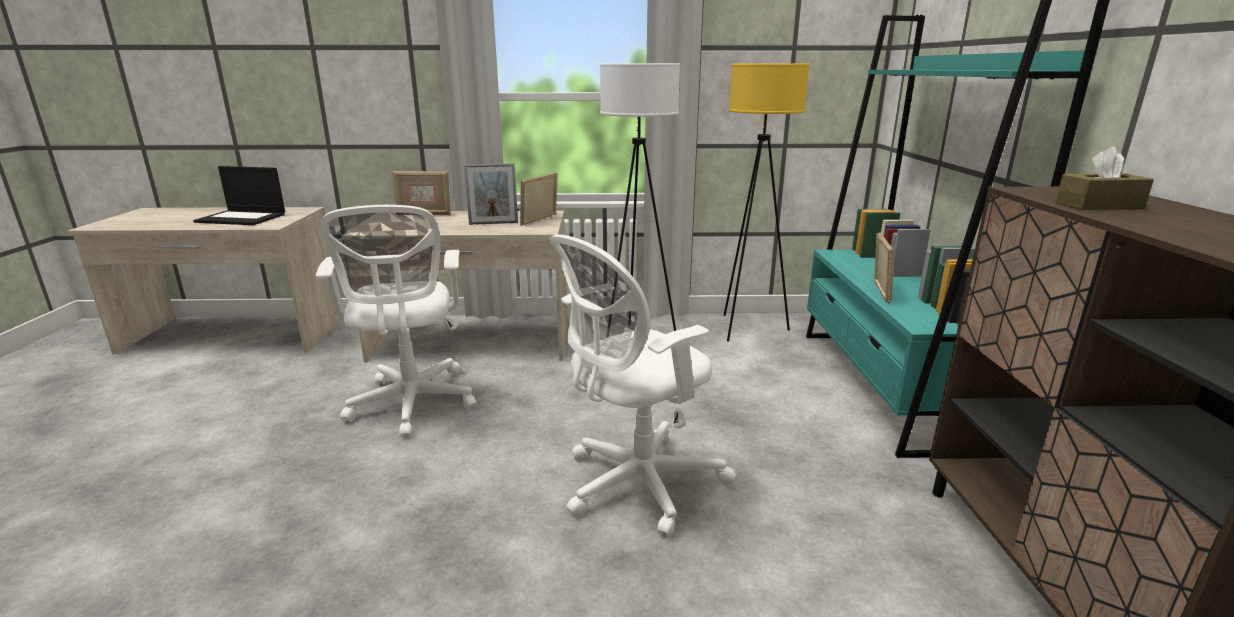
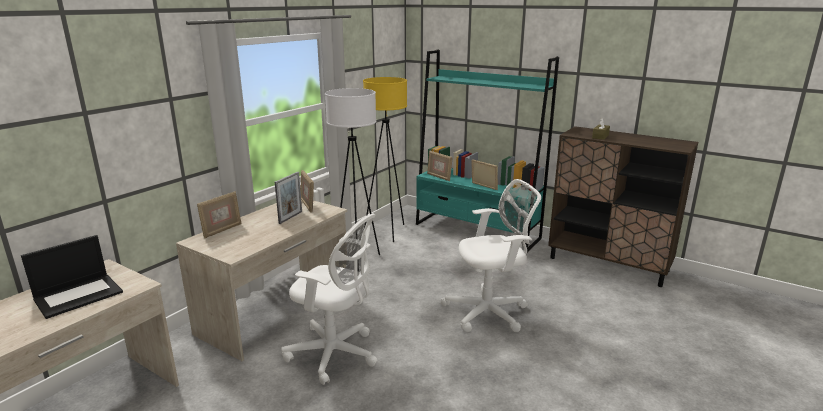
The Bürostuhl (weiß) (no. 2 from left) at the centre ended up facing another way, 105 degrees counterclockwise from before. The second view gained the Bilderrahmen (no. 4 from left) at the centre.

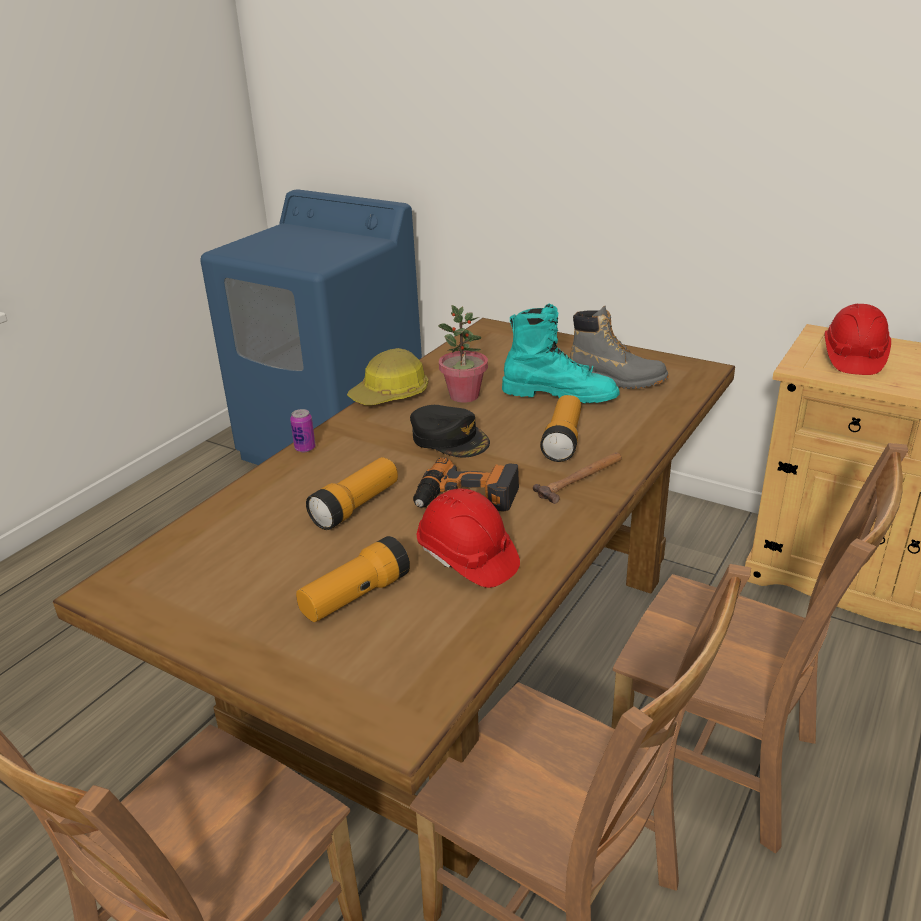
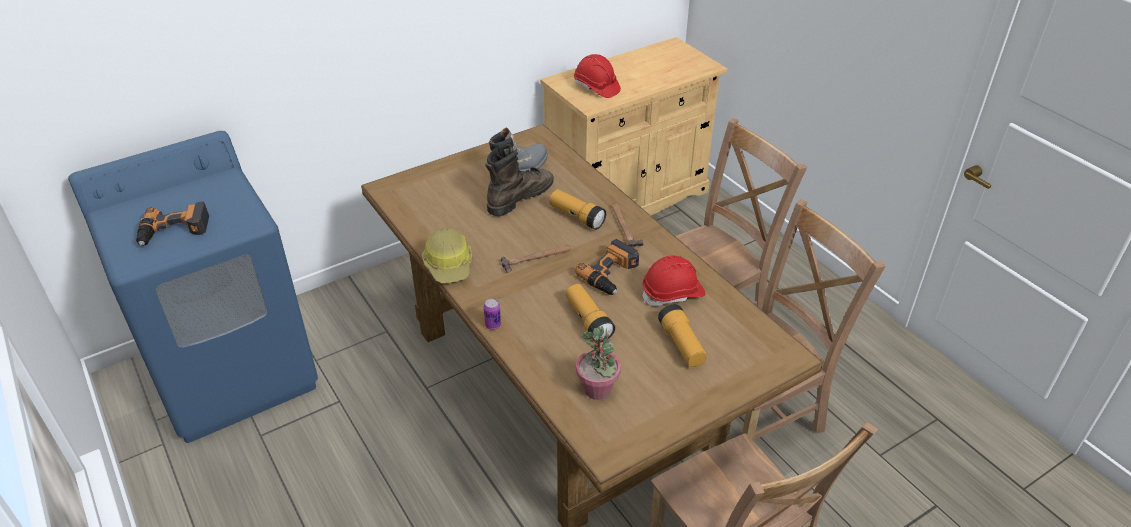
What was the Stiefel (türkis) at the centre turned into the Stiefel (braun) at the centre. The Topfpflanze ended up elsewhere, having gone from the centre to the bottom centre. Where the Kappe (schwarz) stood at the centre, the Hammer (no. 1 from left) came to stand at the centre. The second view gained the Bohrmaschine (no. 1 from left) at the middle left.

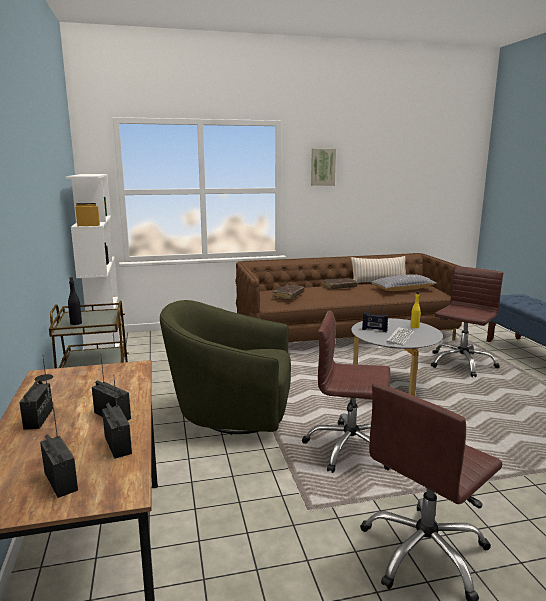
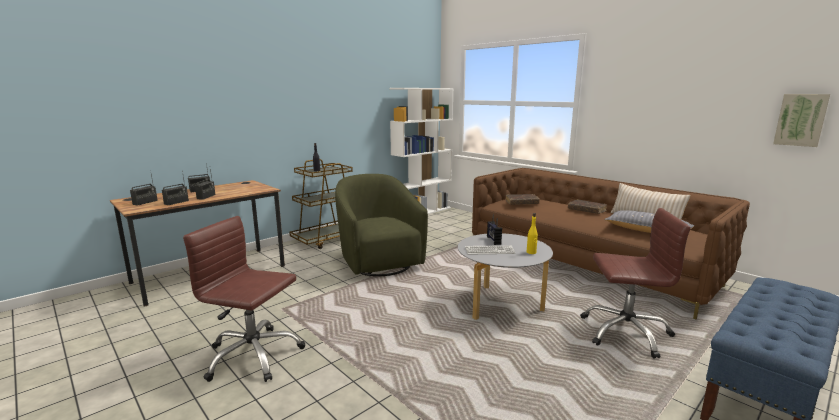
The Bild ended up elsewhere, having gone from the top centre to the top right. The second view lost the Bürostuhl (braun) (no. 1 from left) at the centre.

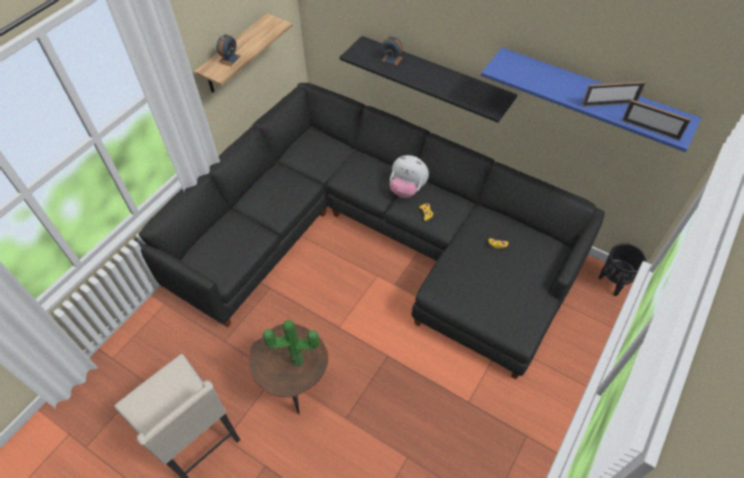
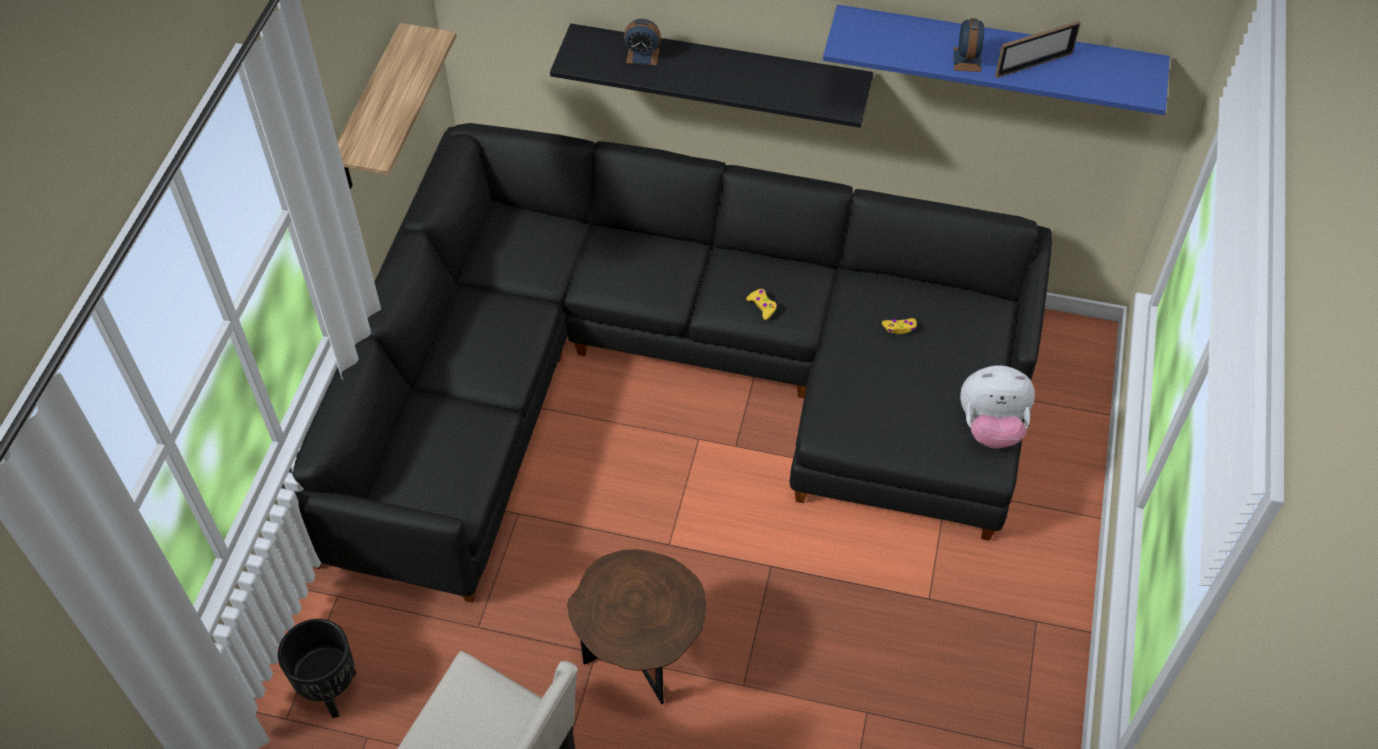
The Wecker (no. 1 from left in the first image) ended up elsewhere, having gone from the top left to the top right. The second view lost the Bilderrahmen (no. 2 from left) at the top right. The Plüschtier ended up elsewhere, having gone from the centre to the middle right. The Pflanzkübel (schwarz) ended up elsewhere, having gone from the middle right to the bottom left. The second view lost the Topfpflanze at the bottom centre.

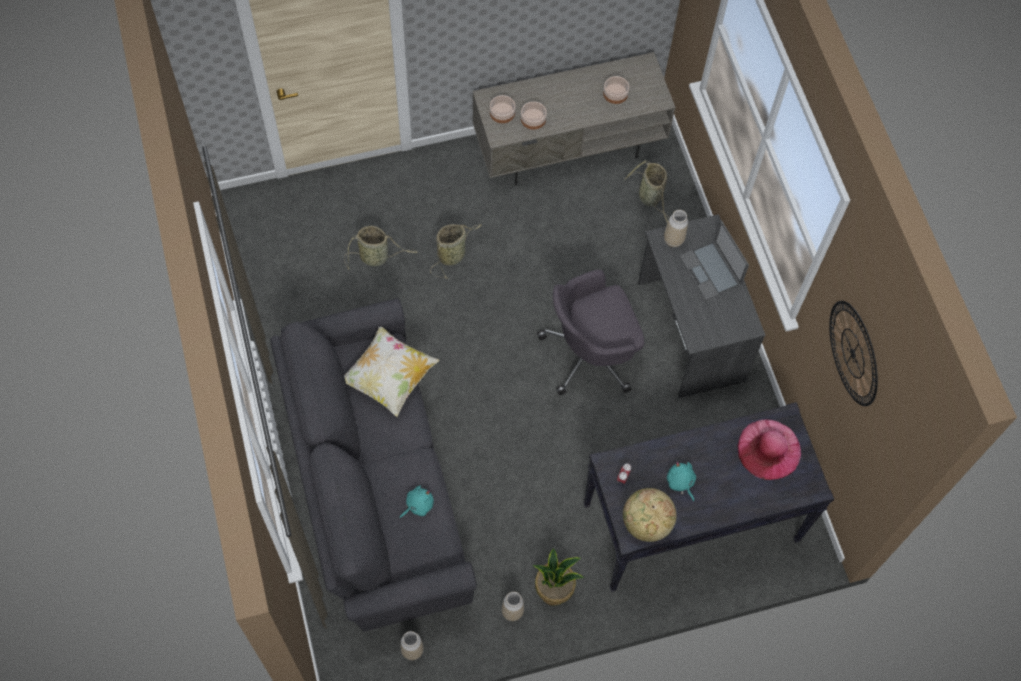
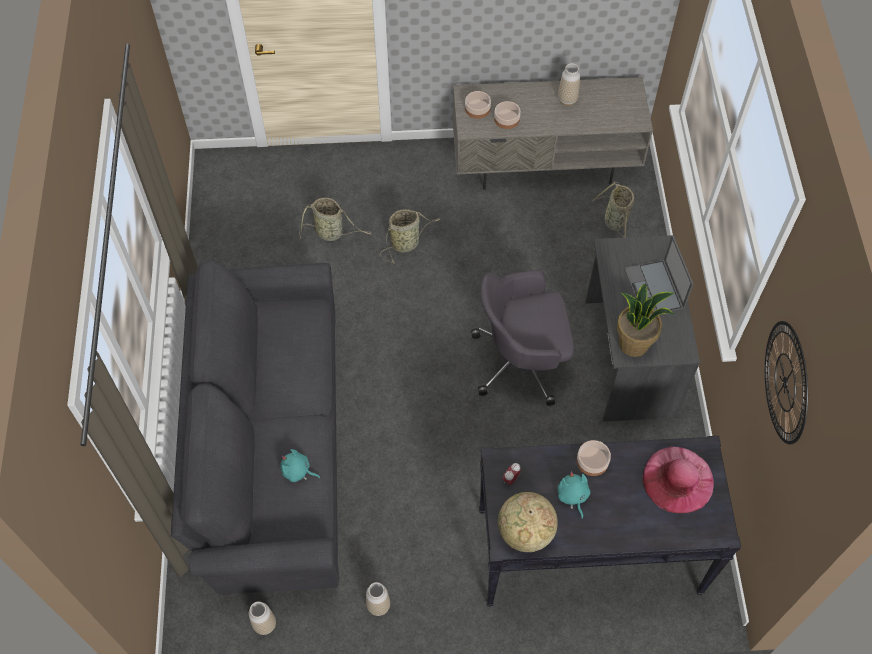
The Schüssel (no. 3 from left) ended up elsewhere, having gone from the top centre to the bottom right. The Vase (no. 3 from left) ended up elsewhere, having gone from the centre to the top centre. The second view lost the Kissen at the centre. The Plüschtier (türkis) (no. 1 from left) at the bottom centre ended up facing another way, 135 degrees counterclockwise from before. The Topfpflanze ended up elsewhere, having gone from the bottom centre to the middle right.

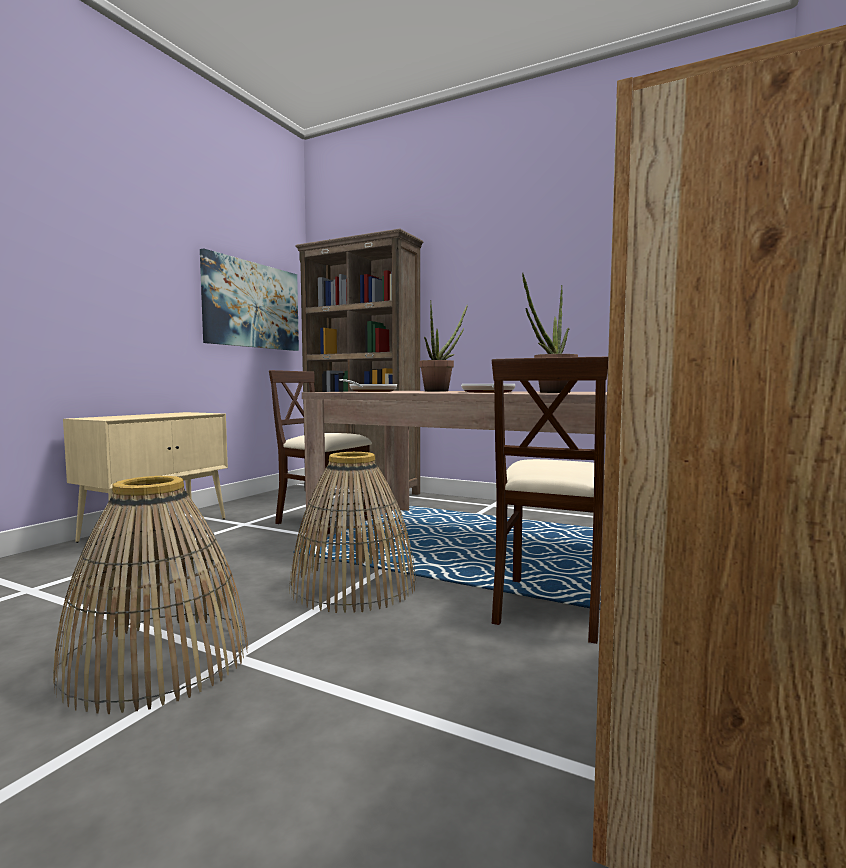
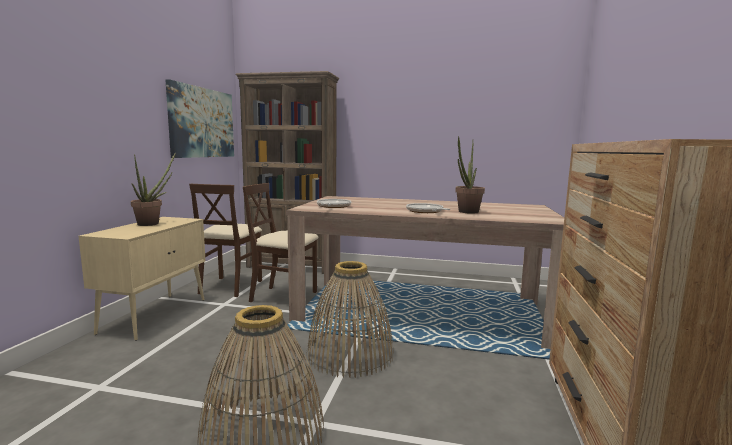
The Topfpflanze (no. 1 from left) ended up elsewhere, having gone from the centre to the middle left. The Stuhl (beige) (no. 2 from left in the first image) ended up elsewhere, having gone from the centre to the middle left.

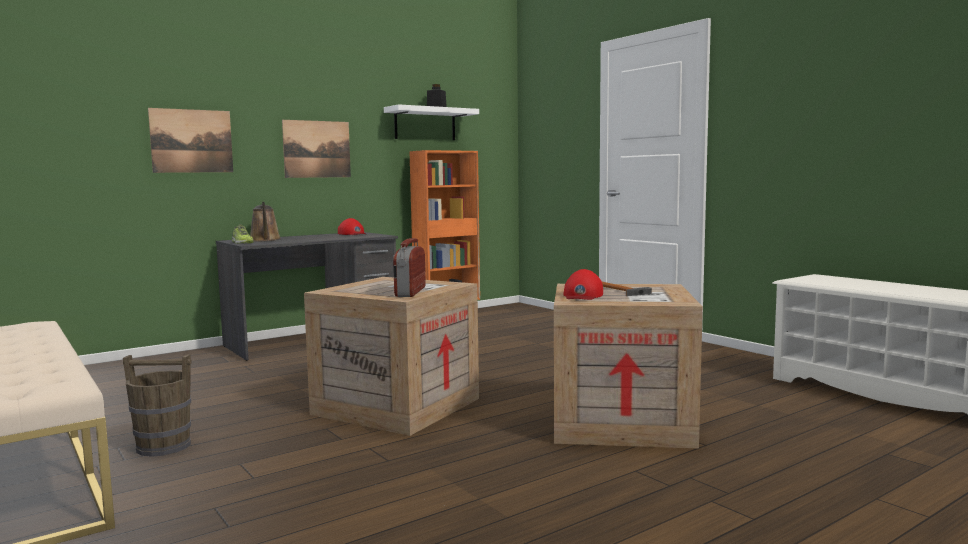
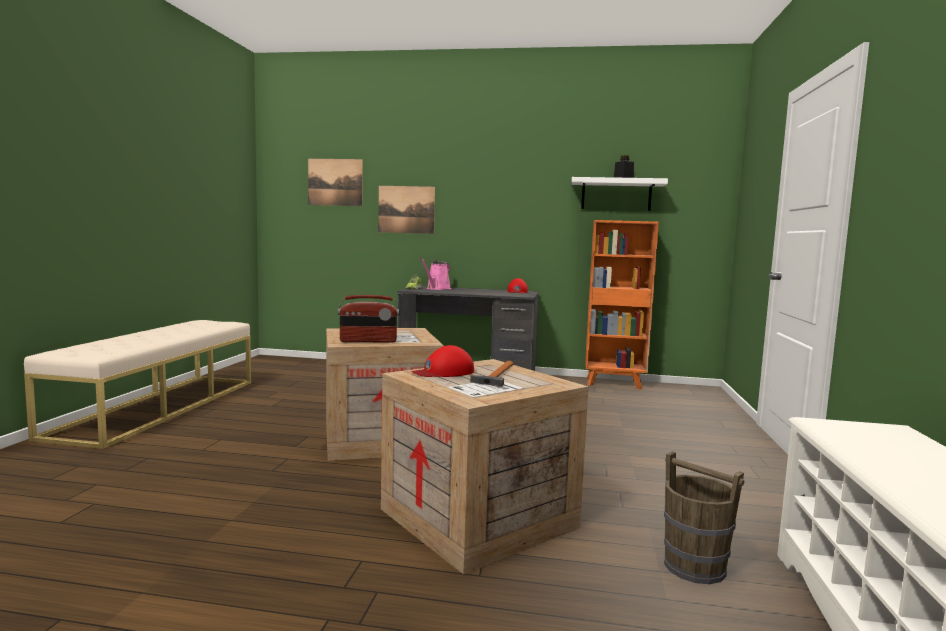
The Bild (no. 2 from left in the first image) ended up elsewhere, having gone from the top left to the top centre. What was the Gießkanne (braun) at the middle left turned into the Gießkanne (rosa) at the centre. The Radio at the centre ended up facing another way, 150 degrees counterclockwise from before. The Eimer (braun) ended up elsewhere, having gone from the bottom left to the bottom right.

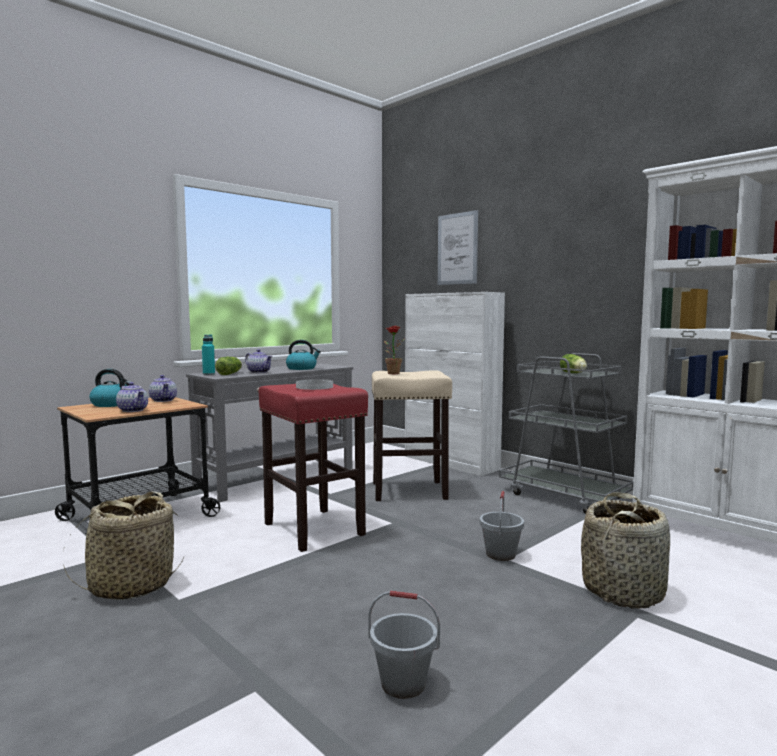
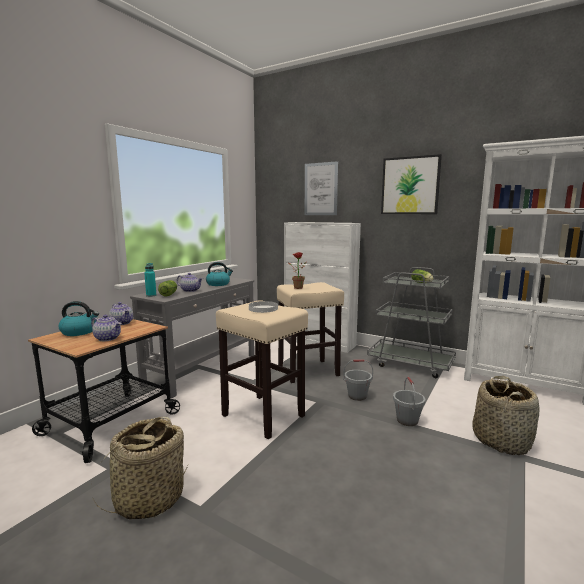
What was the Hocker (rot) at the centre turned into the Hocker (beige) (no. 1 from left) at the centre. The Eimer (grau) (no. 1 from left) ended up elsewhere, having gone from the bottom centre to the centre. The second view gained the Bild (no. 2 from left) at the top right.

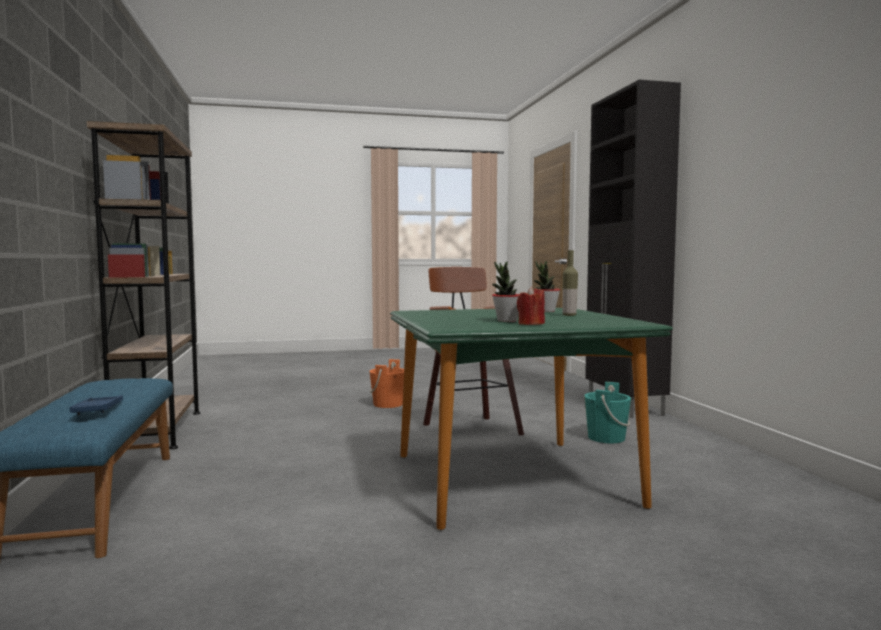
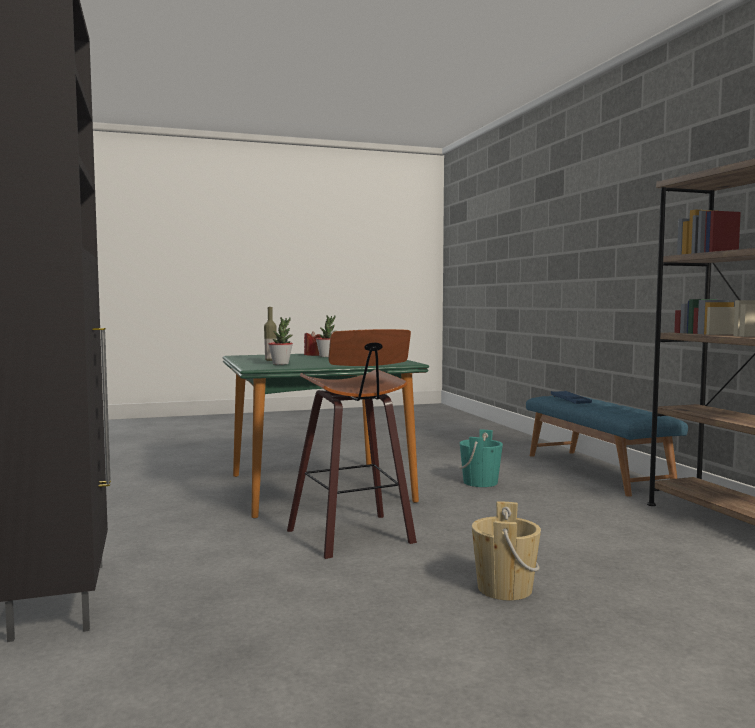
What was the Eimer (orange) at the centre turned into the Eimer (beige) at the bottom right. The Eimer (türkis) ended up elsewhere, having gone from the middle right to the centre.

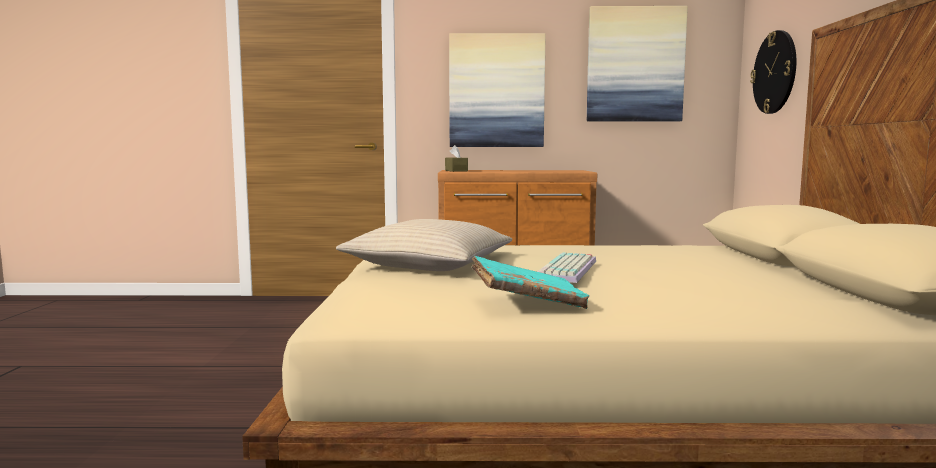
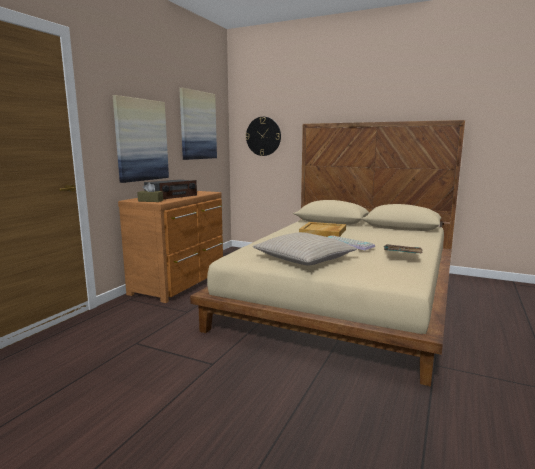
The second view gained the Radio at the middle left. The second view gained the Tablett (beige) at the centre.

